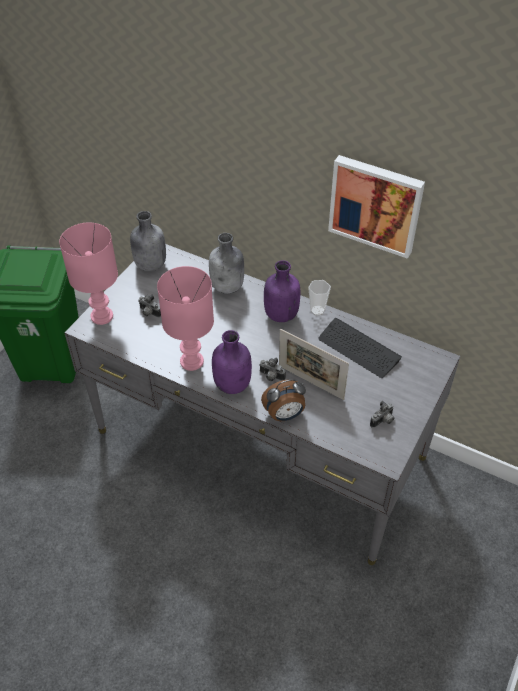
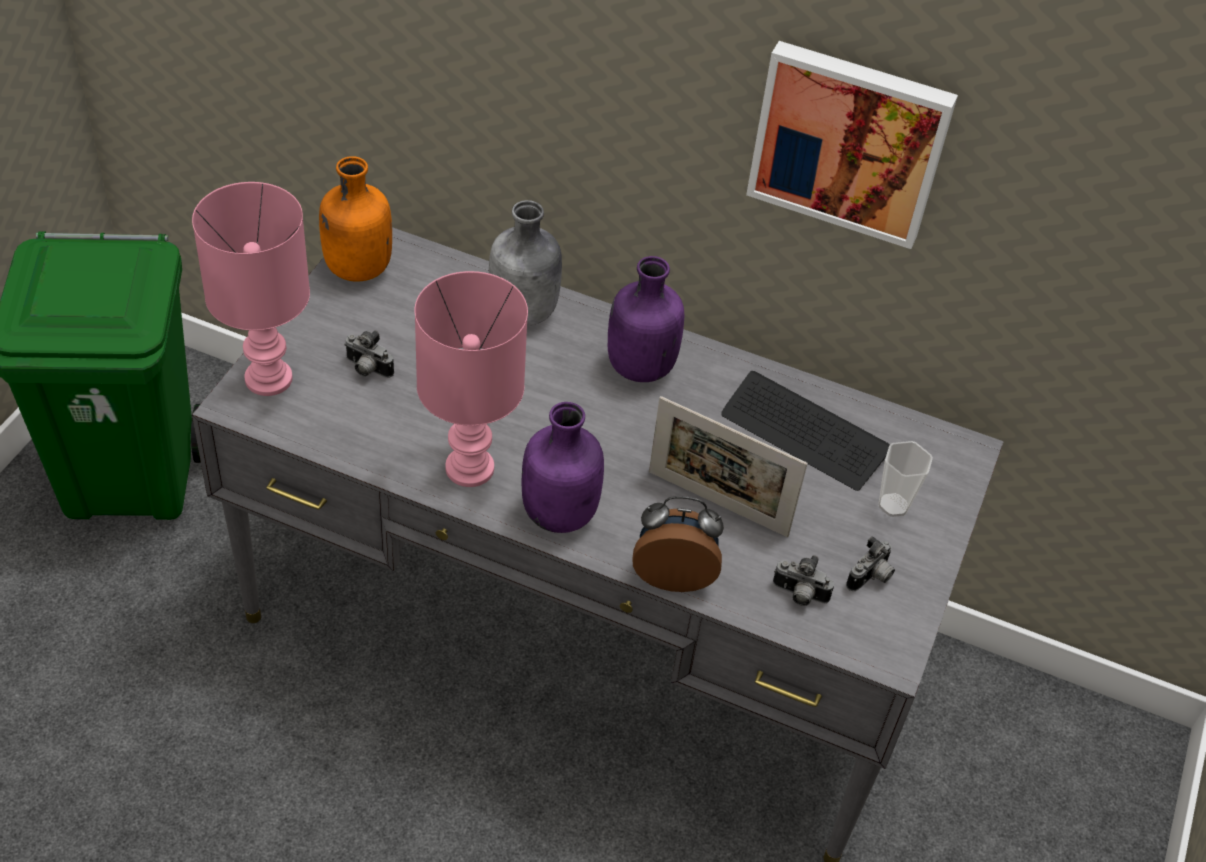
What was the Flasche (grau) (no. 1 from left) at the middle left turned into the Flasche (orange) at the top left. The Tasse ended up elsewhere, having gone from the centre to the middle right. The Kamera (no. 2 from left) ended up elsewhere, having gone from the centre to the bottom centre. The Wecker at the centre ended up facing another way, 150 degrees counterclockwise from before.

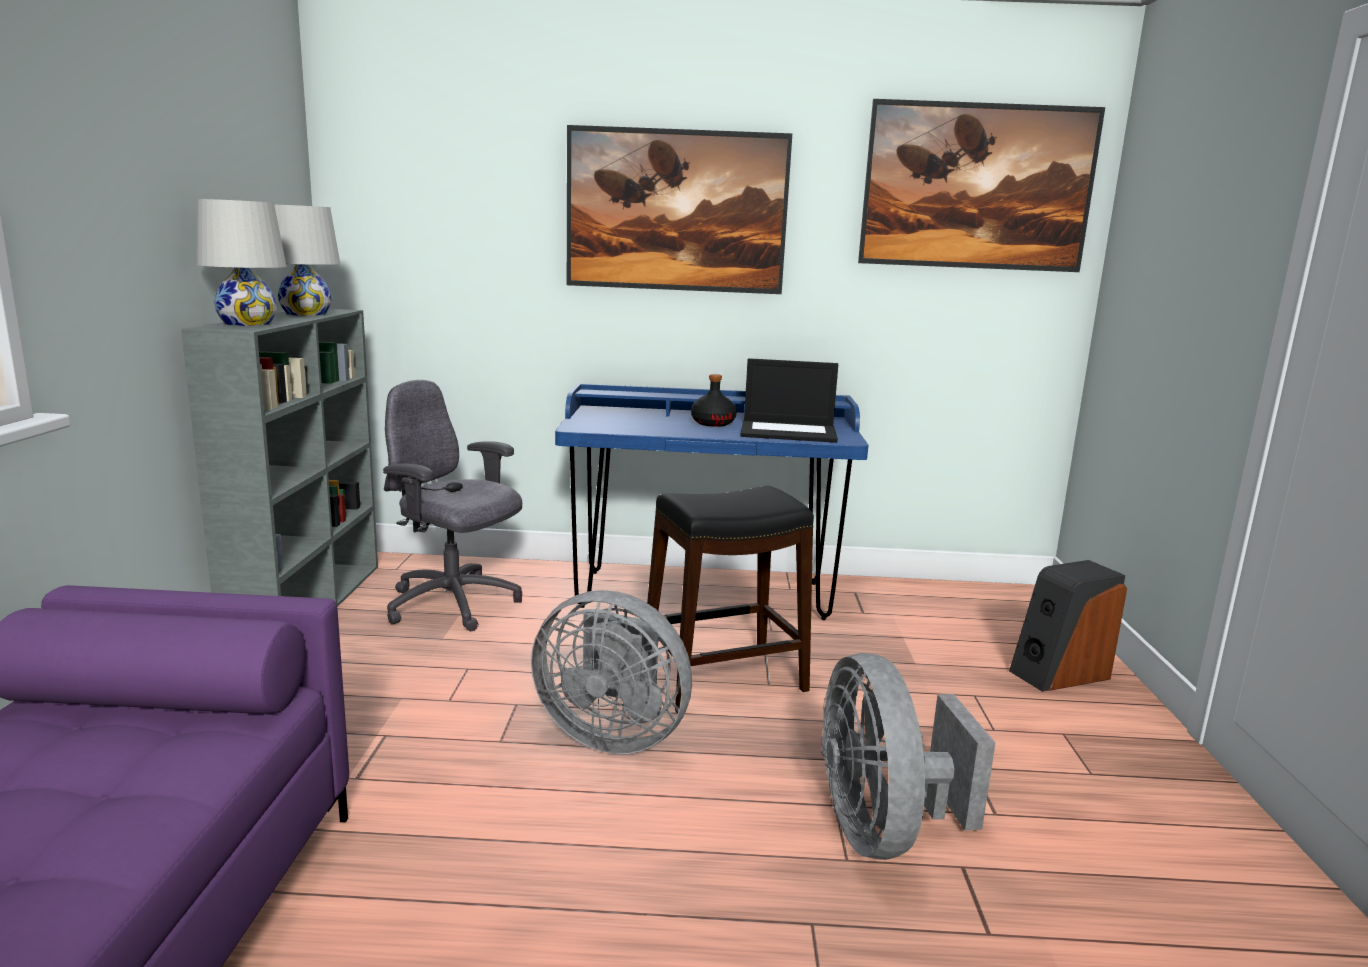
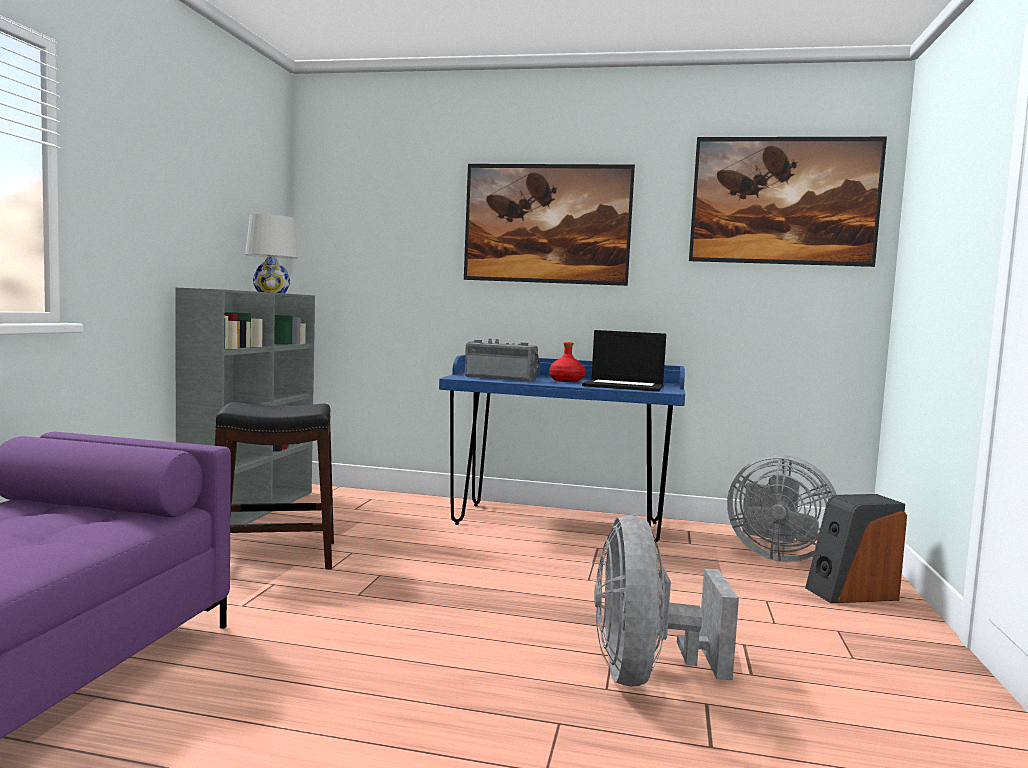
The second view lost the Tischlampe (weiß) (no. 1 from left) at the top left. What was the Flasche (schwarz) at the centre turned into the Flasche (rot) at the centre. The second view lost the Bürostuhl (grau) at the middle left. The Hocker (schwarz) ended up elsewhere, having gone from the centre to the middle left. The Ventilator (grau) (no. 1 from left in the first image) ended up elsewhere, having gone from the bottom centre to the middle right. The second view gained the Radio at the centre.

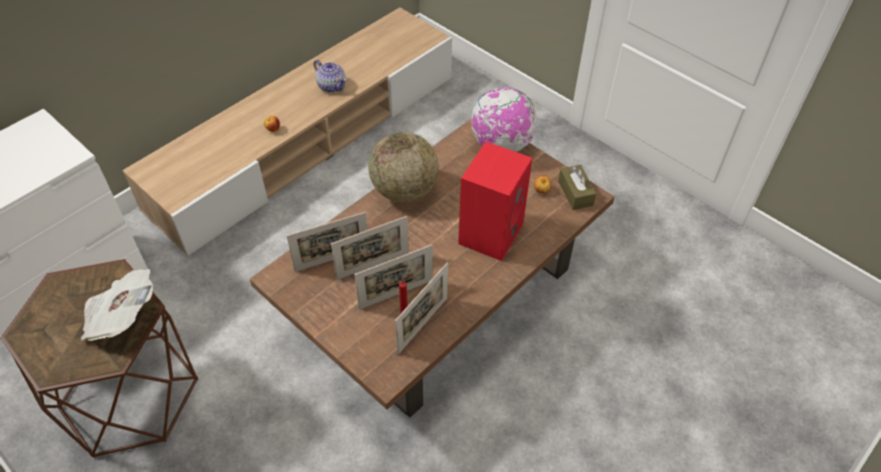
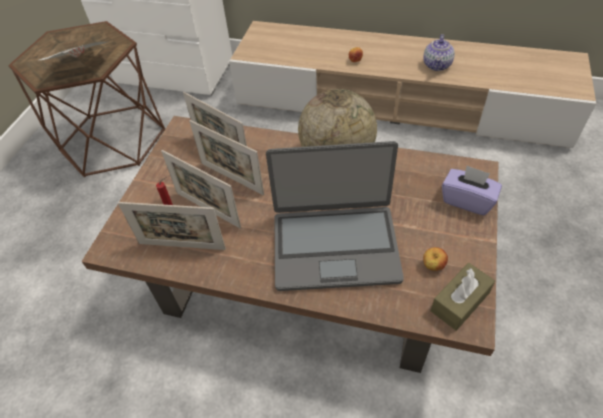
Where the Globus (no. 2 from left) stood at the top centre, the Taschentuchbox (lila) came to stand at the middle right. Where the Lautsprecher (rot) stood at the centre, the Laptop came to stand at the centre.

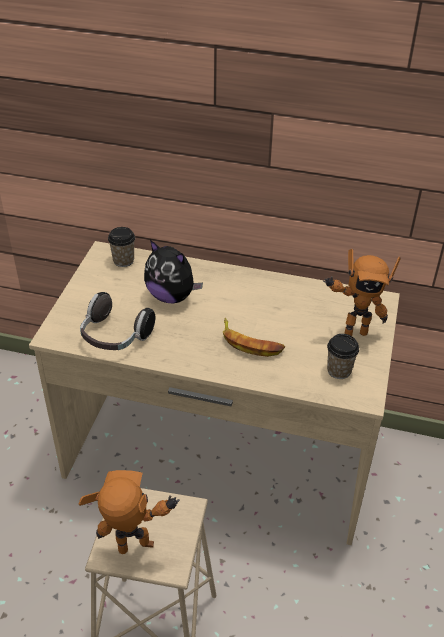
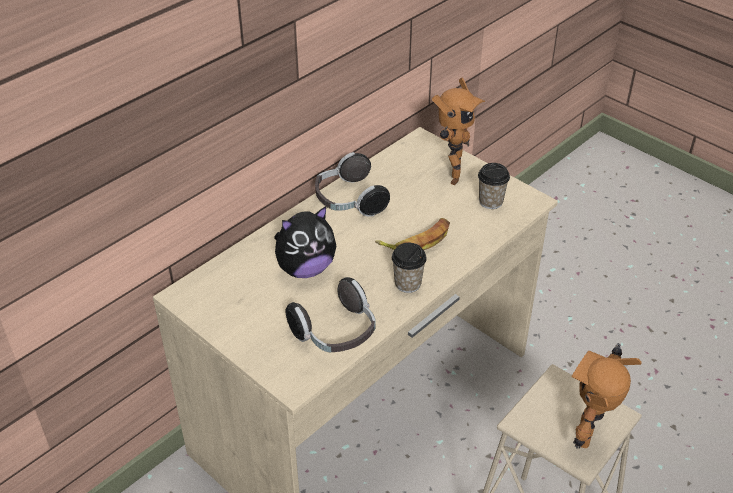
The Tasse (no. 1 from left) ended up elsewhere, having gone from the middle left to the centre. The second view gained the Kopfhörer (no. 2 from left) at the centre.

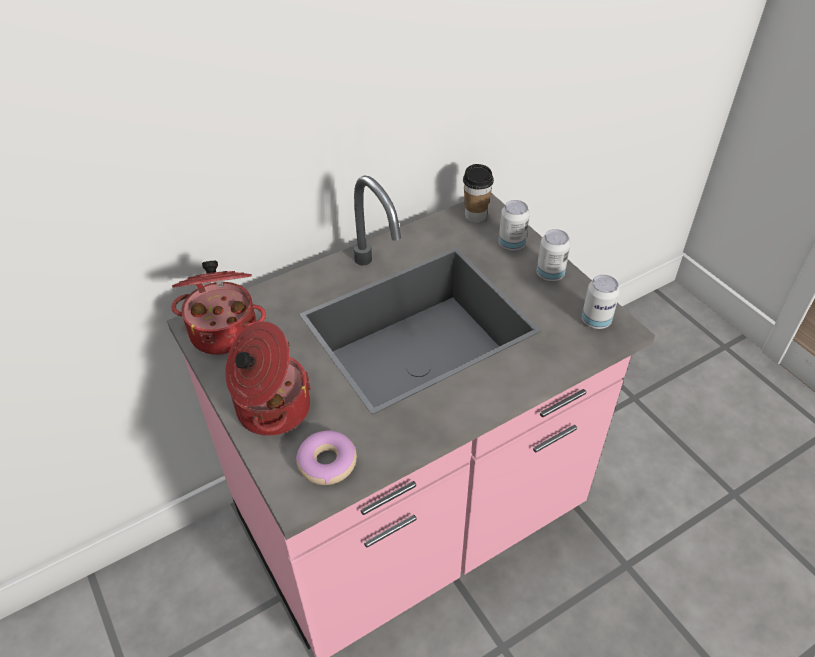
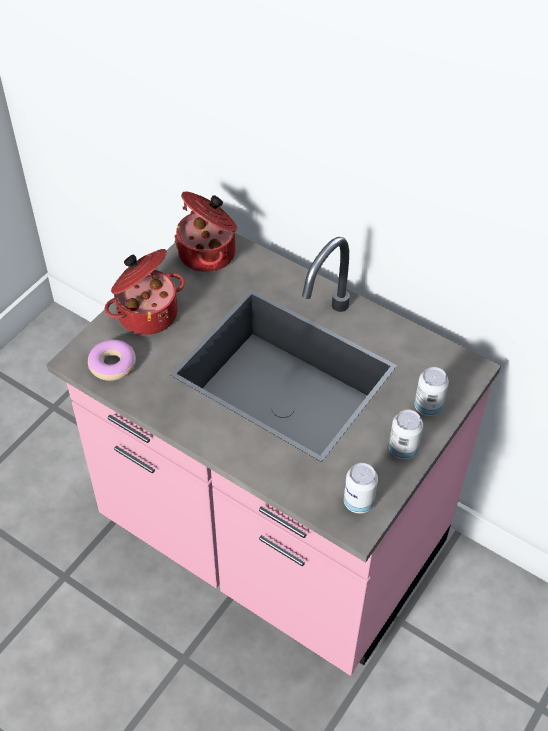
The second view lost the Tasse at the top centre.

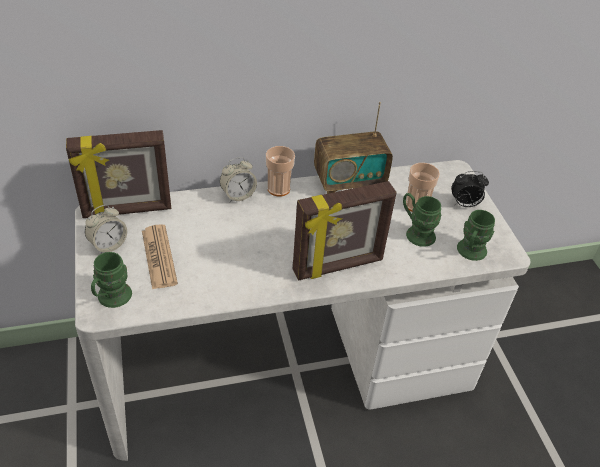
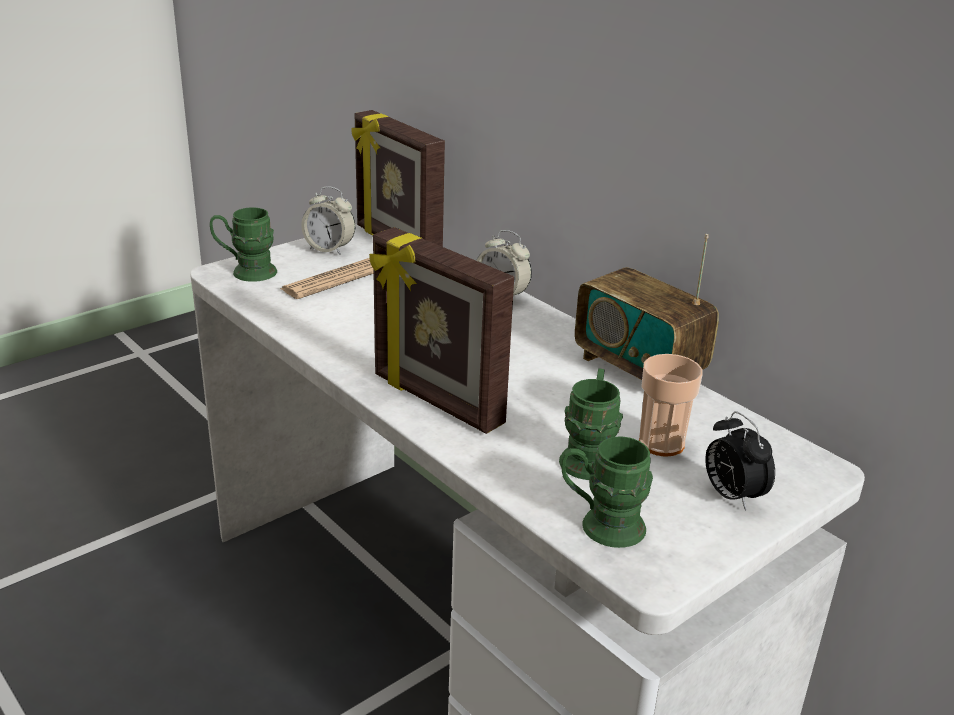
The second view lost the Tasse (no. 1 from left) at the centre.

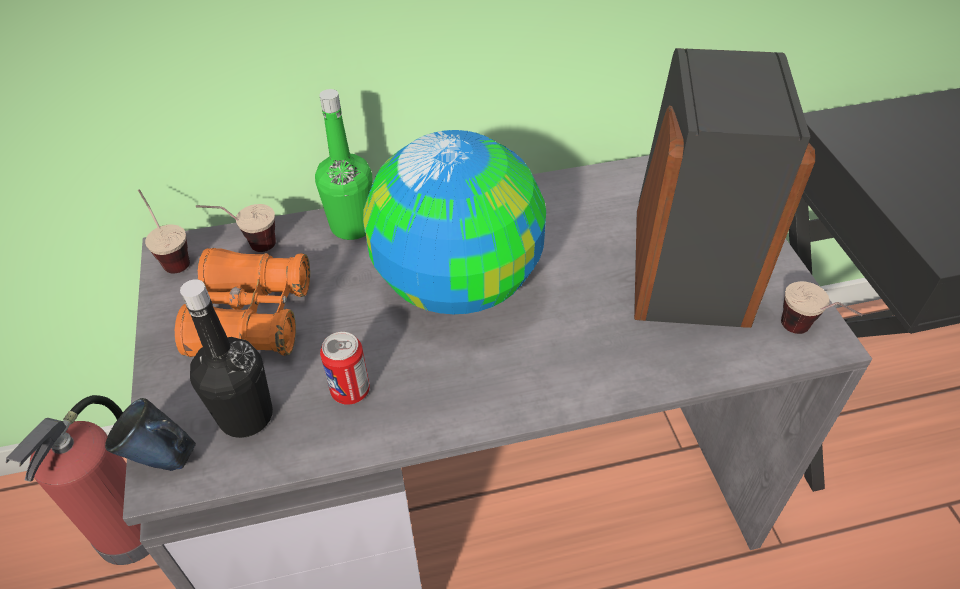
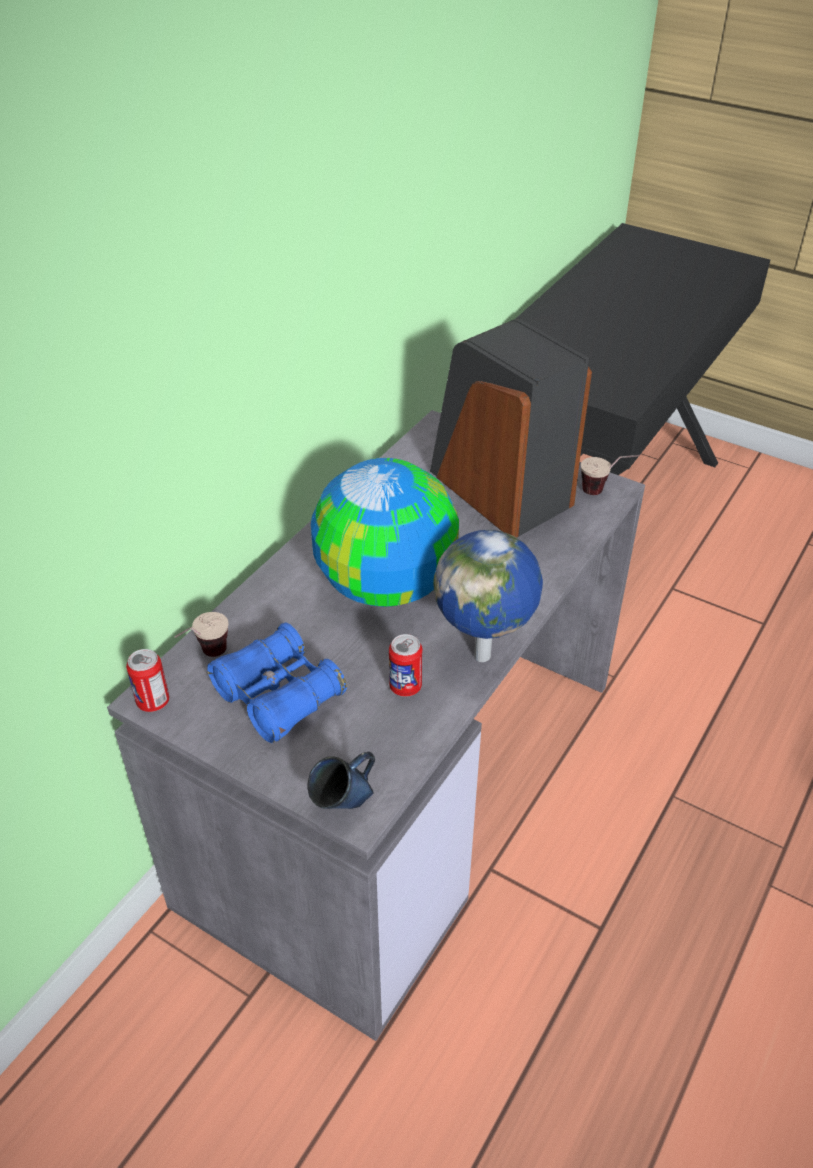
The second view lost the Flasche (grün) at the top centre. Where the Tasse (no. 1 from left) stood at the middle left, the Dose (no. 1 from left) came to stand at the middle left. What was the Fernglas (orange) at the middle left turned into the Fernglas (blau) at the centre. The second view lost the Flasche (schwarz) at the middle left. The second view lost the Feuerlöscher at the bottom left. The second view gained the Globus (no. 2 from left) at the centre.

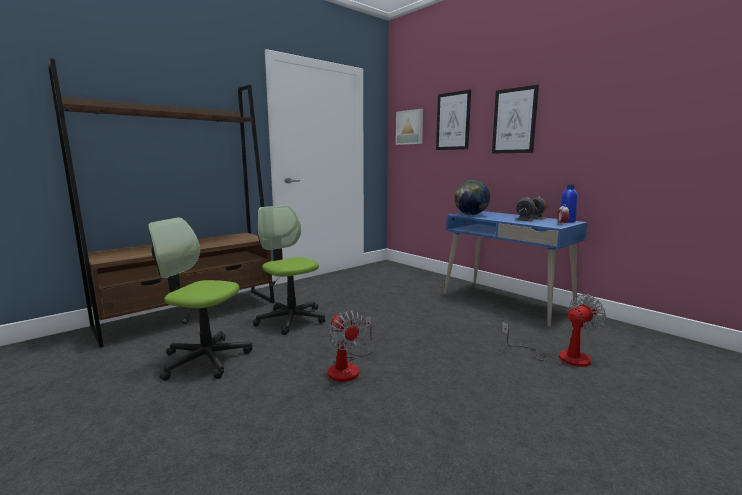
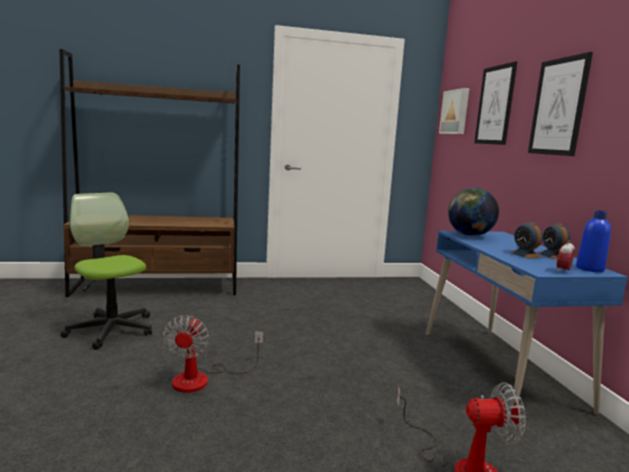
The second view lost the Bürostuhl (no. 2 from left) at the centre.

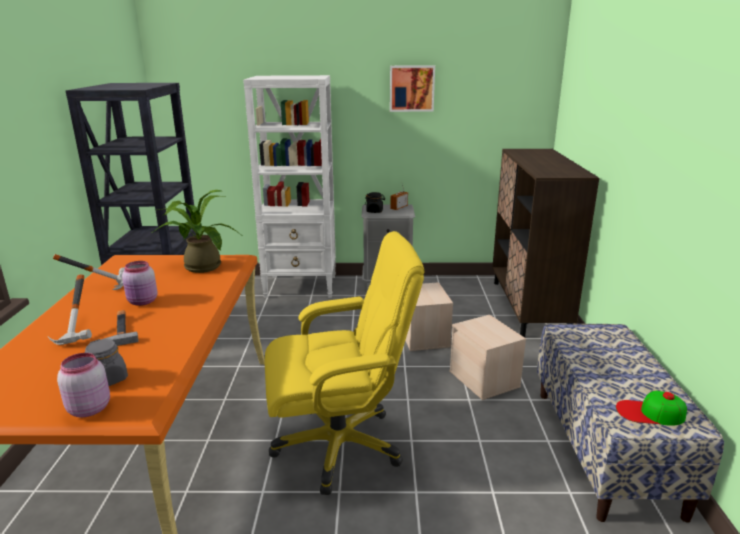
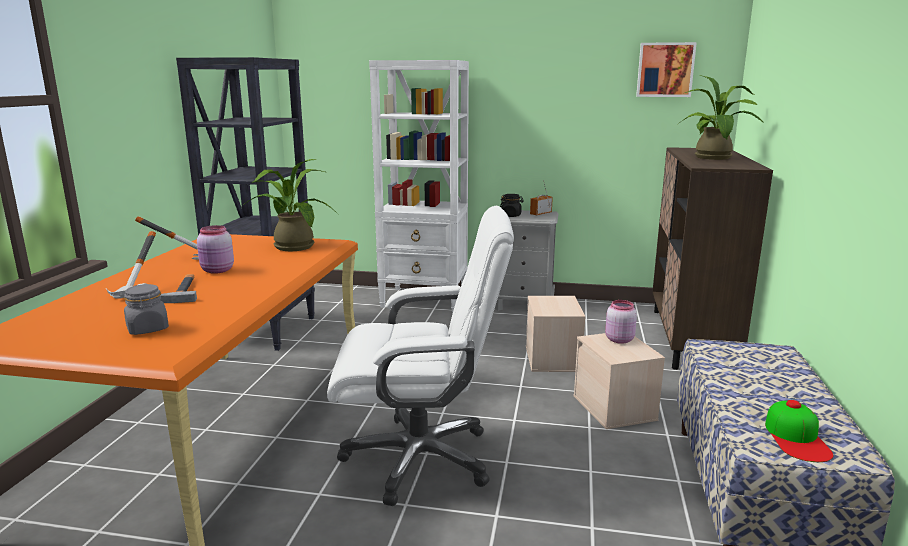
The Bild ended up elsewhere, having gone from the top centre to the top right. What was the Bürostuhl (gelb) at the bottom centre turned into the Bürostuhl (weiß) at the centre. The Vorratsglas (rosa) (no. 1 from left in the first image) ended up elsewhere, having gone from the bottom left to the middle right. The Kappe at the bottom right ended up facing another way, 105 degrees counterclockwise from before. The second view gained the Topfpflanze (no. 2 from left) at the top right.

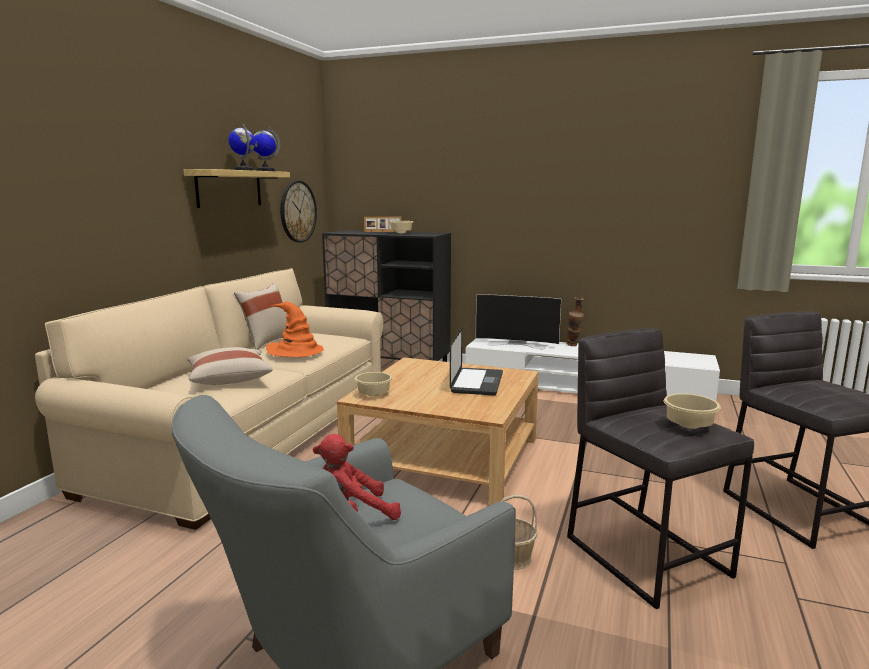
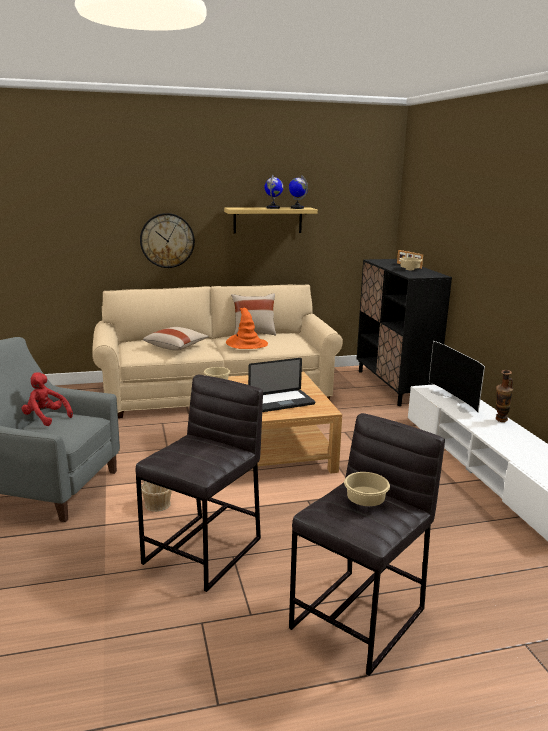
The Wanduhr ended up elsewhere, having gone from the top centre to the top left. The Schüssel (beige) (no. 3 from left in the first image) ended up elsewhere, having gone from the middle right to the bottom right.

